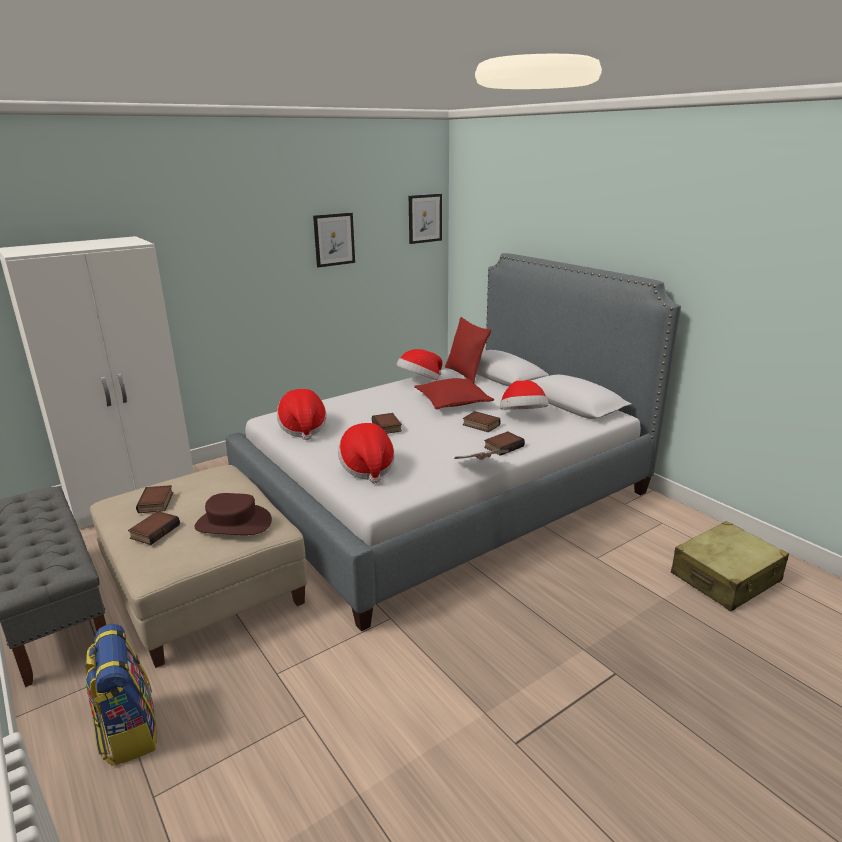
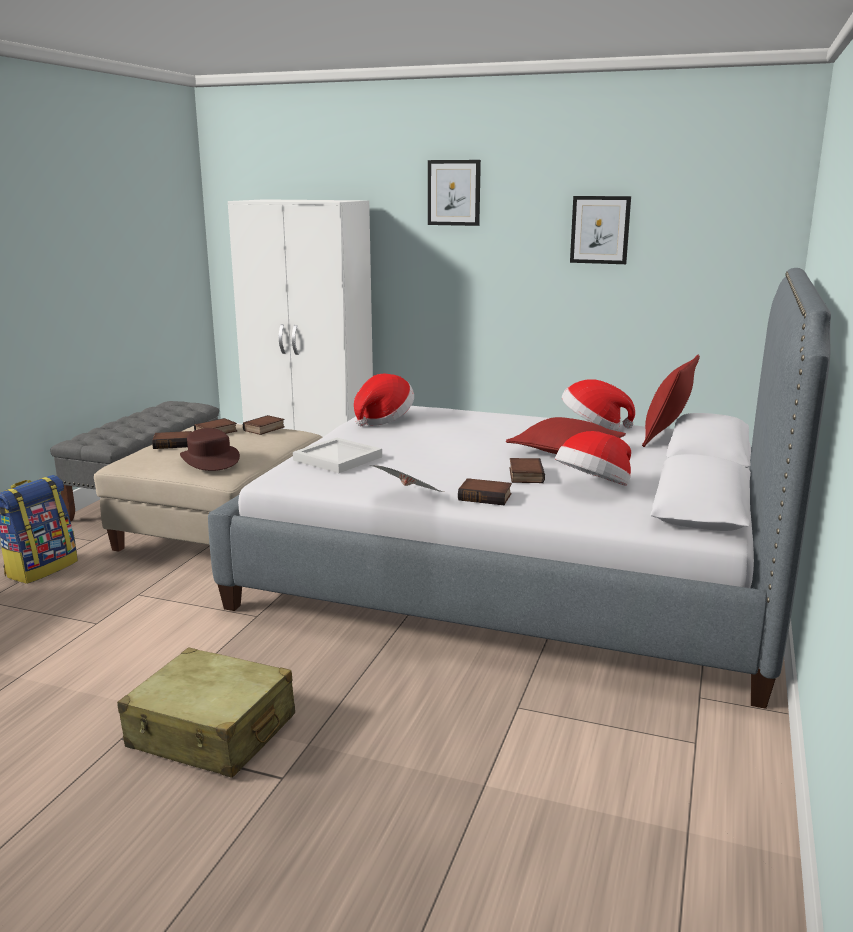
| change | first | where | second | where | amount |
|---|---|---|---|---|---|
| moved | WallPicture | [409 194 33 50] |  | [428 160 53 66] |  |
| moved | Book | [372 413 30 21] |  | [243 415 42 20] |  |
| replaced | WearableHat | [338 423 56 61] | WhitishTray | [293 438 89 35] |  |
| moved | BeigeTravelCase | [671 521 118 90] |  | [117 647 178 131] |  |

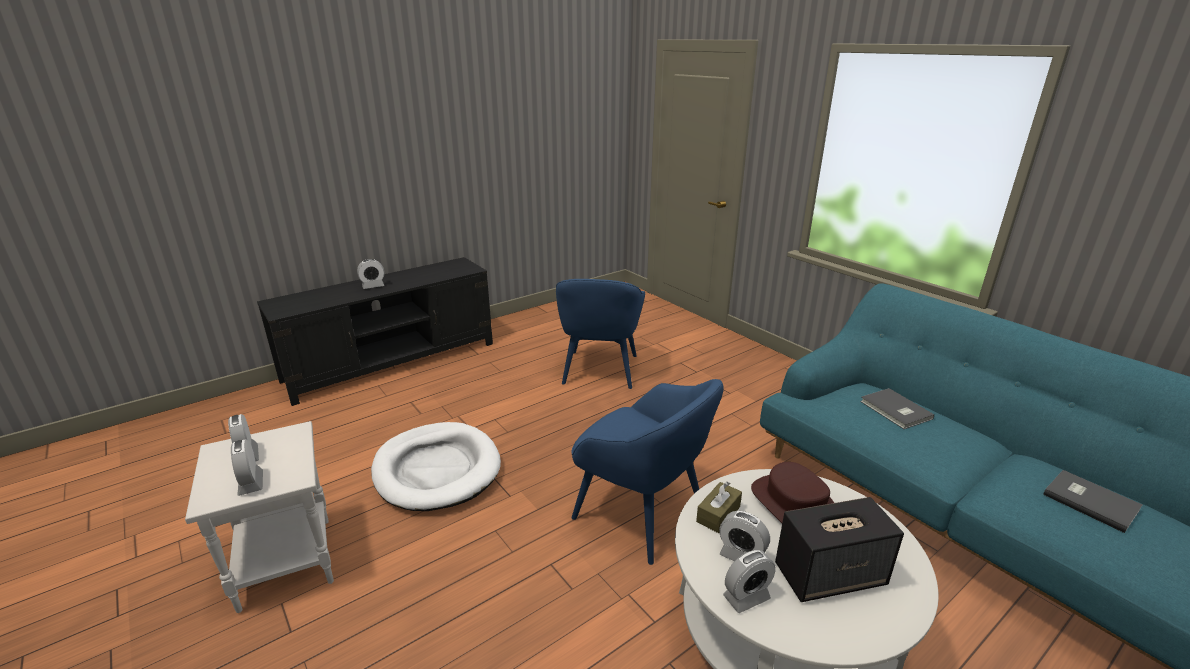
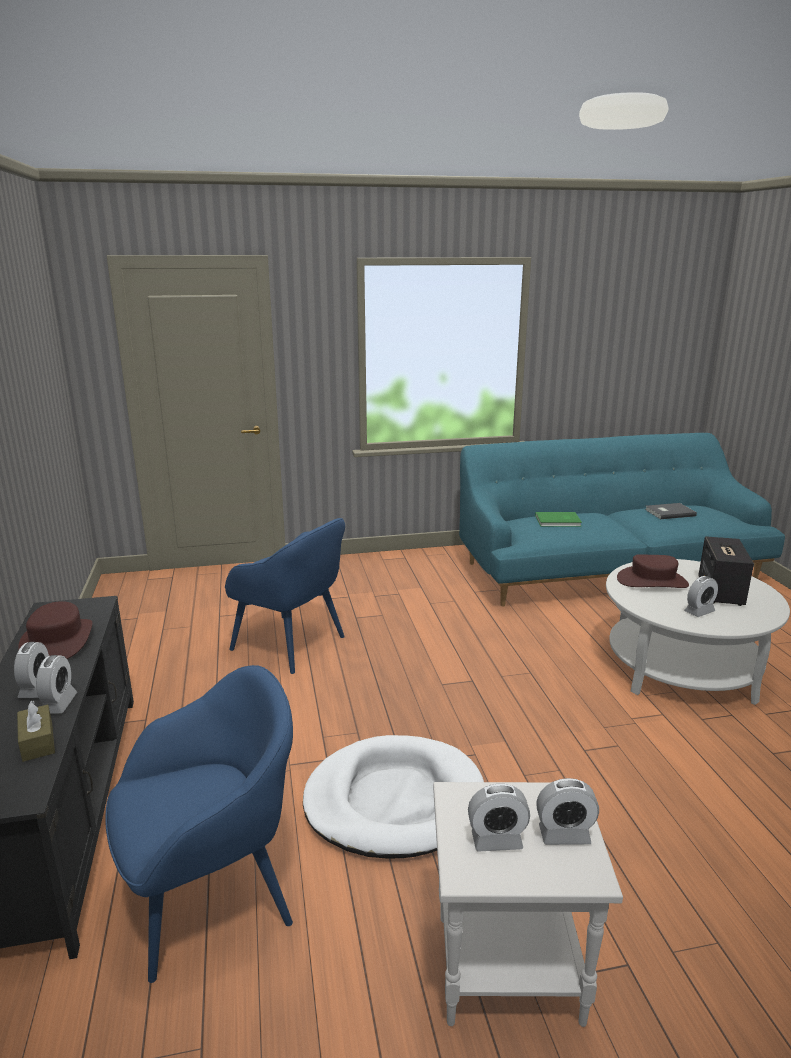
| change | first | where | second | where | amount |
|---|---|---|---|---|---|
| moved | BlueArmchair | [571 379 153 186] |  | [105 665 188 318] |  |
| recoloured | GreyBook | [860 388 74 41] | GreenishBook | [535 512 47 15] |  |
| moved | BrownishBoxOfTissues | [696 482 46 51] |  | [17 701 38 61] |  |
| moved | BedsideClock | [723 550 52 63] |  | [36 655 41 58] |  |
| added |  |  | BrownishWearableHat | [18 601 74 58] |  |

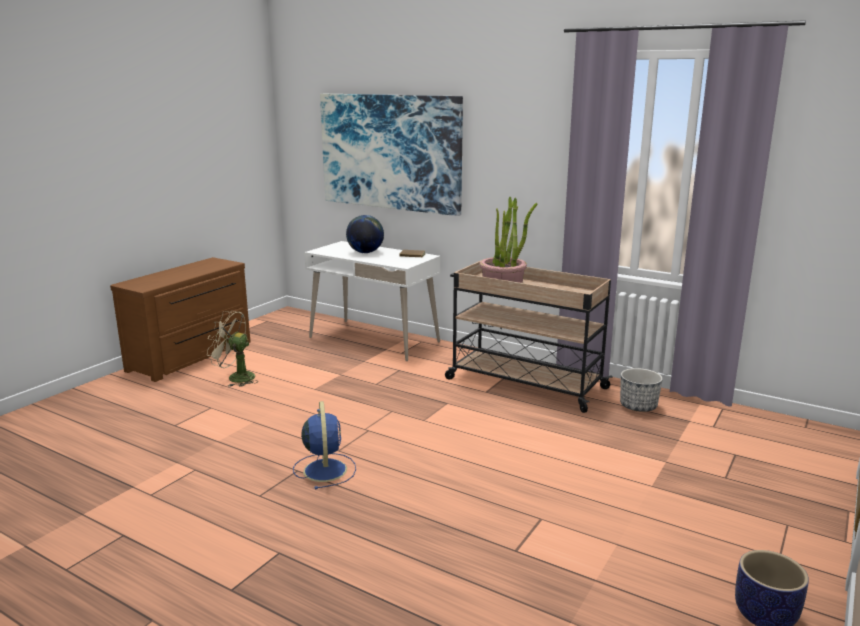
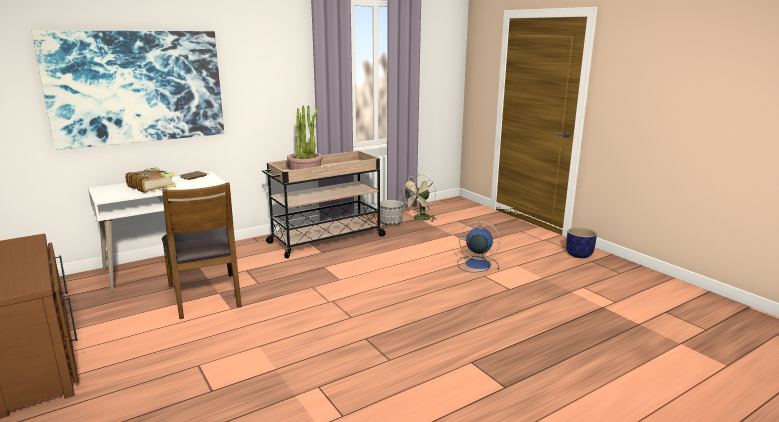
| change | first | where | second | where | amount |
|---|---|---|---|---|---|
| replaced | DeskGlobe | [346 215 38 38] | Book | [125 167 51 26] |  |
| moved | BeigeFan | [207 311 51 76] |  | [401 174 35 48] |  |
| moved | BlueFan | [293 401 63 88] |  | [457 221 43 52] |  |
| added |  |  | BrownishUprightChair | [161 182 81 137] |  |

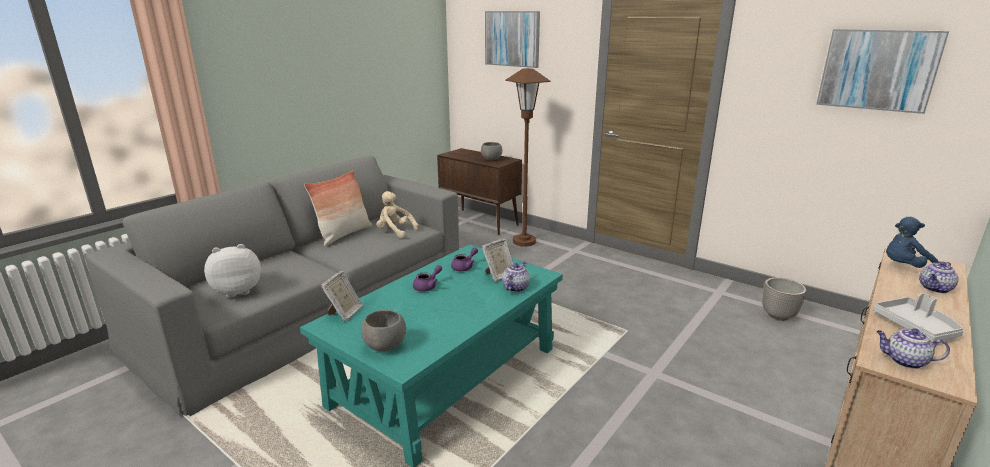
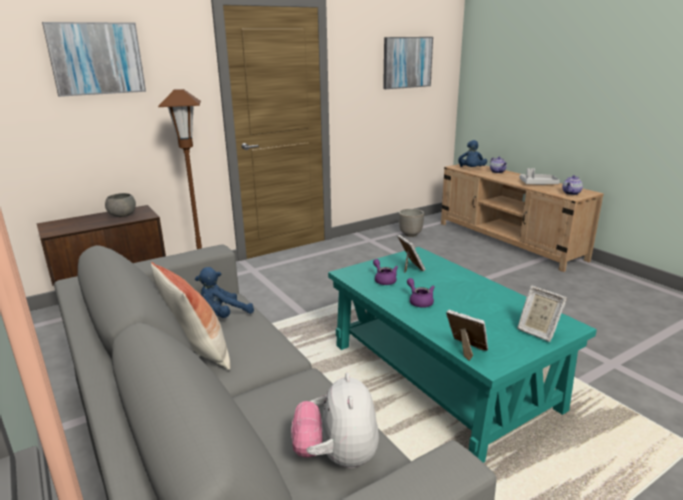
| change | first | where | second | where | amount |
|---|---|---|---|---|---|
| recoloured | BeigePlushToy | [377 191 42 47] | BluePlushToy | [195 267 59 51] |  |
| removed | Teapot | [502 261 28 31] |  |  |  |
| replaced | GreyServingBowl | [361 310 45 41] | PictureFrame | [517 285 50 57] |  |

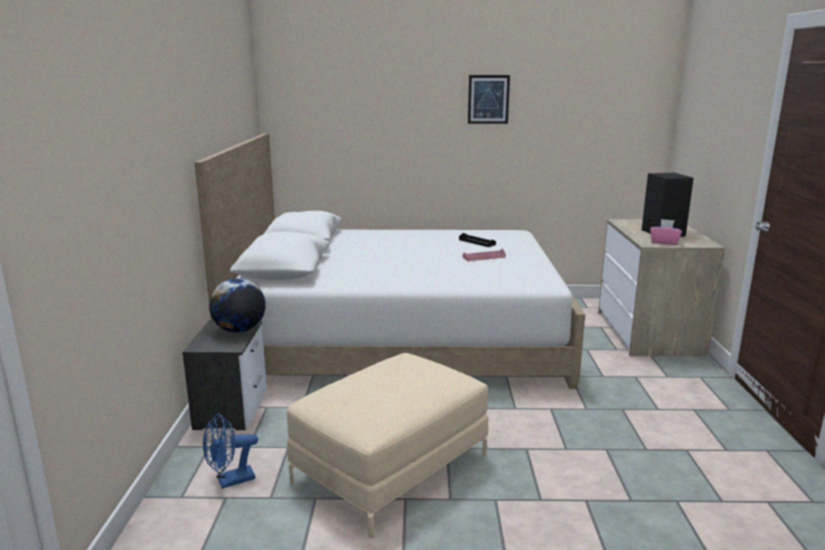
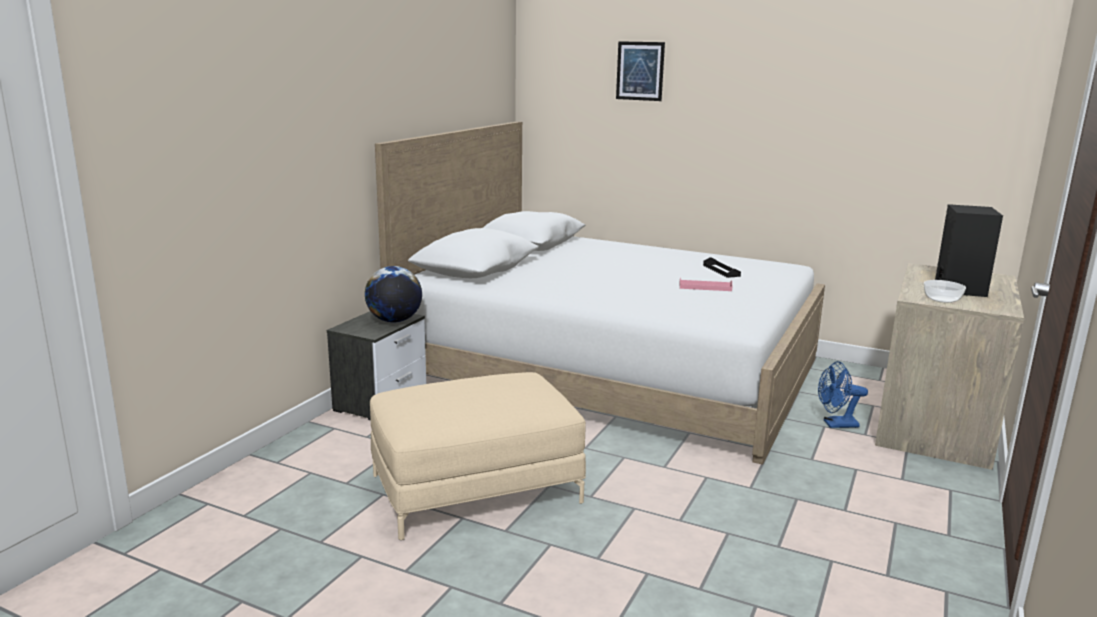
| change | first | where | second | where | amount |
|---|---|---|---|---|---|
| moved | WallPicture | [468 75 42 49] |  | [616 41 49 60] |  |
| replaced | PinkColouredBoxOfTissues | [650 219 32 26] | ServingBowl | [924 280 42 23] |  |
| moved | BlueFan | [203 413 55 76] |  | [818 361 50 67] |  |

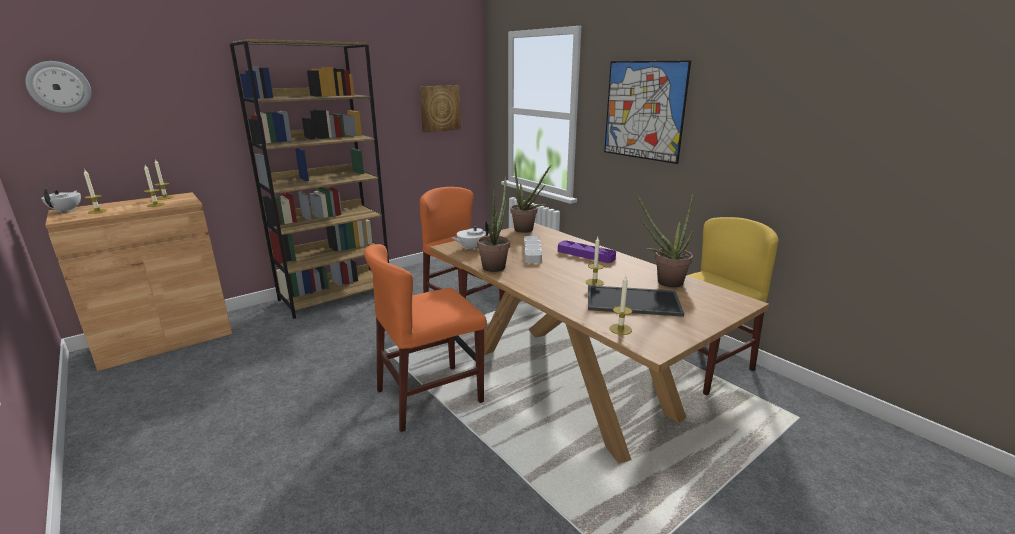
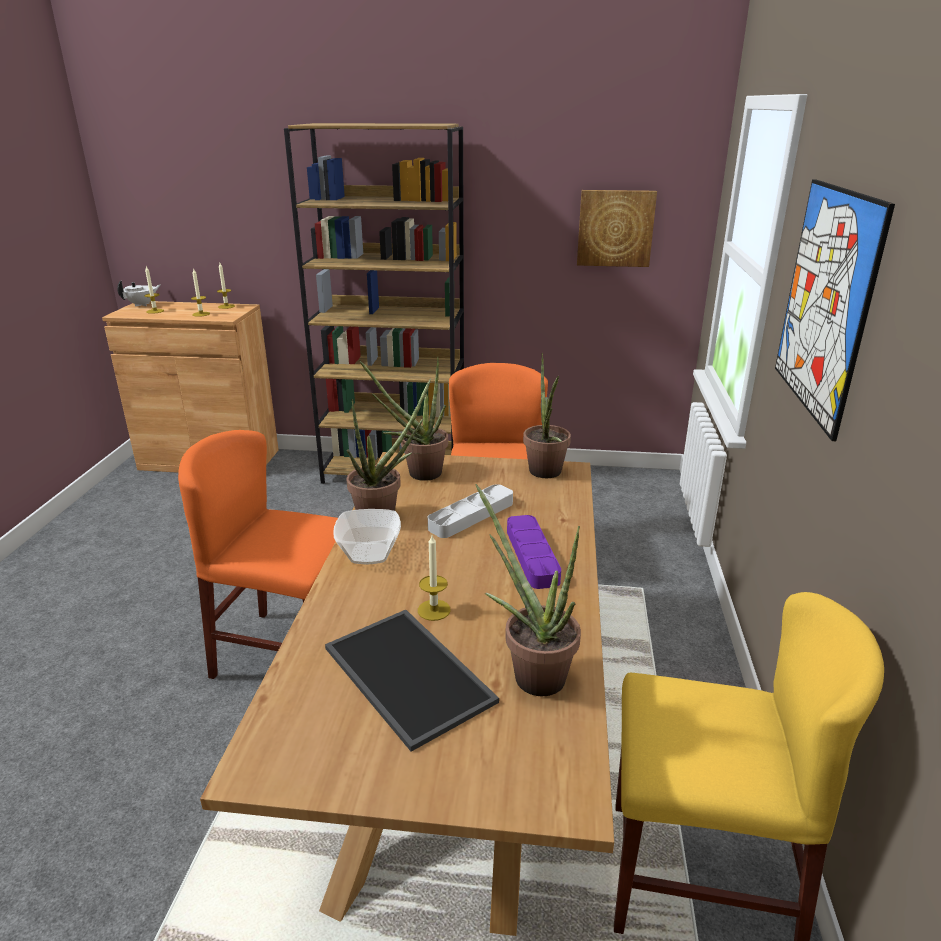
| change | first | where | second | where | amount |
|---|---|---|---|---|---|
| removed | ClockOnTheWall | [25 61 66 52] |  |  |  |
| replaced | WhitishTeapot | [451 221 38 29] | PottedPlant | [360 357 88 124] |  |
| removed | WaxCandle | [610 275 22 60] |  |  |  |
| added |  |  | ServingBowl | [333 509 68 55] |  |

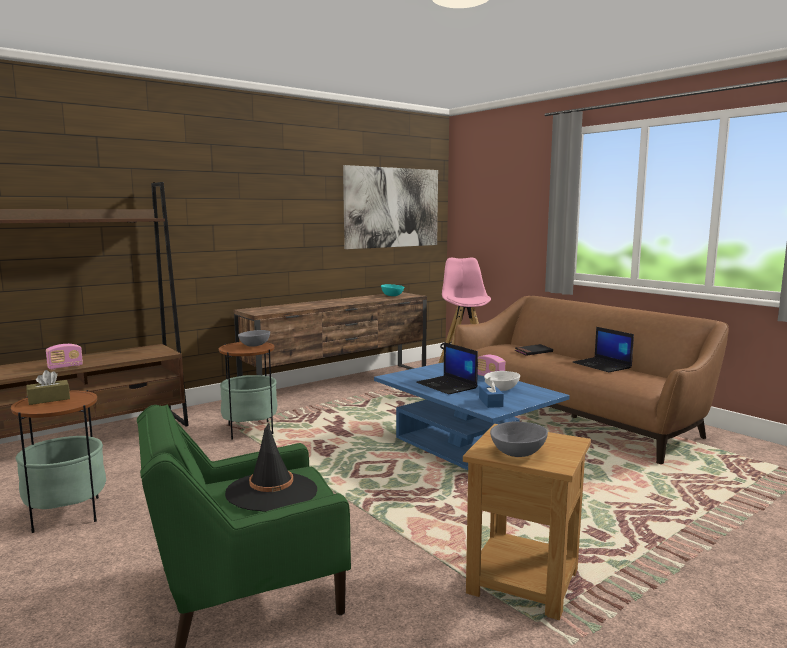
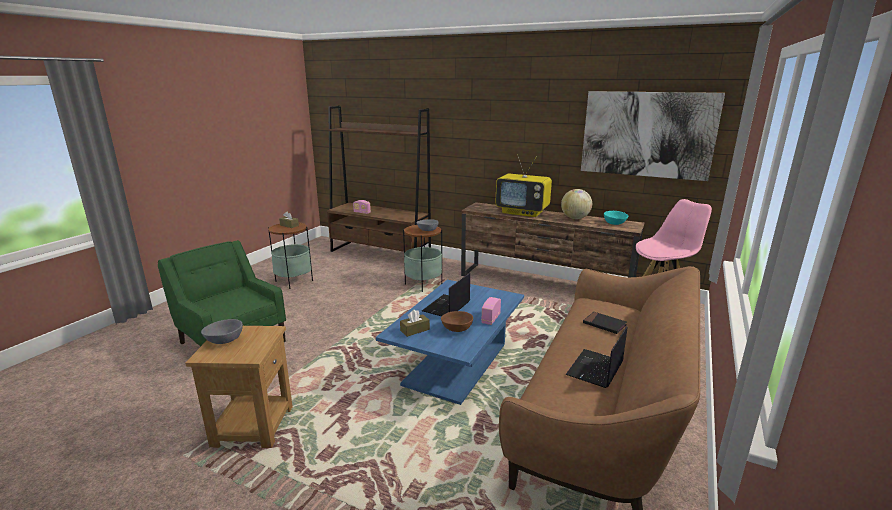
| change | first | where | second | where | amount |
|---|---|---|---|---|---|
| recoloured | WhitishServingBowl | [484 371 36 20] | BrownishServingBowl | [441 311 32 21] |  |
| recoloured | BlueBoxOfTissues | [479 377 25 31] | BrownishBoxOfTissues | [400 310 30 27] |  |
| removed | BlackColouredWearableHat | [225 423 92 89] |  |  |  |
| added |  |  | TvSet | [495 154 57 63] |  |
| added |  |  | DeskGlobe | [561 189 31 30] |  |

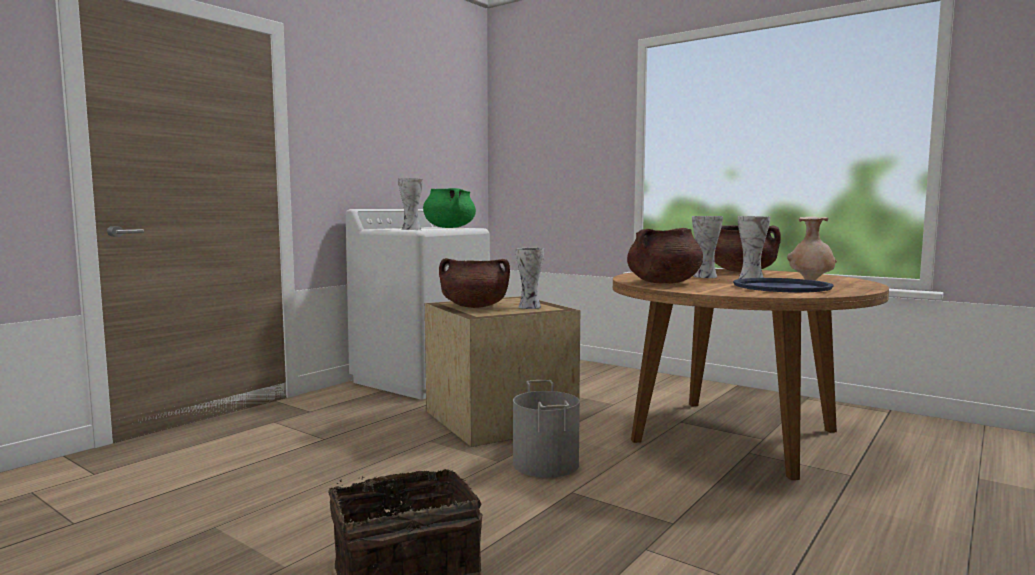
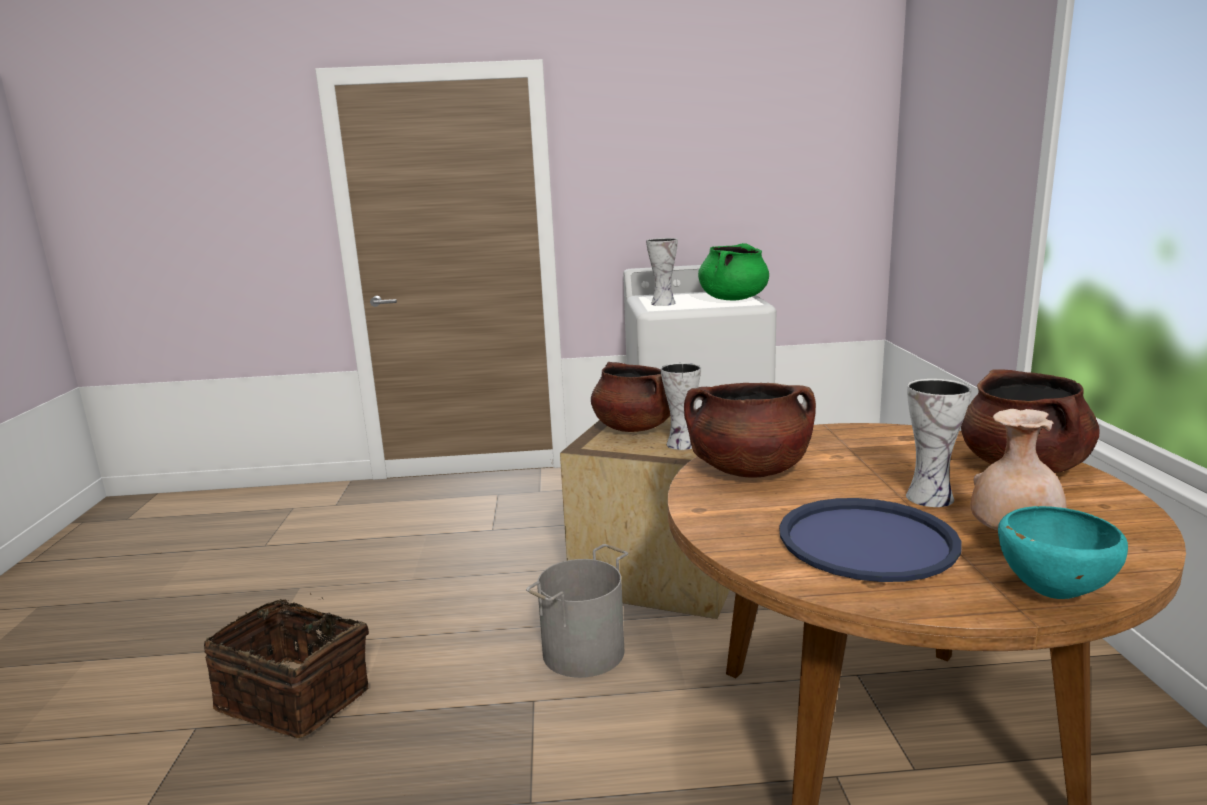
| change | first | where | second | where | amount |
|---|---|---|---|---|---|
| removed | DecorativeVase | [692 216 31 62] |  |  |  |
| added |  |  | BlueGreenServingBowl | [998 506 130 93] |  |

